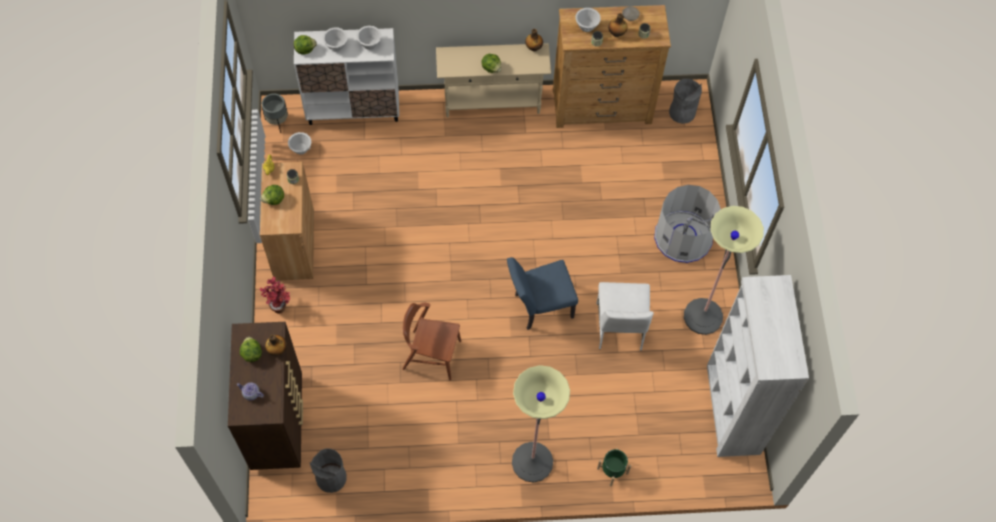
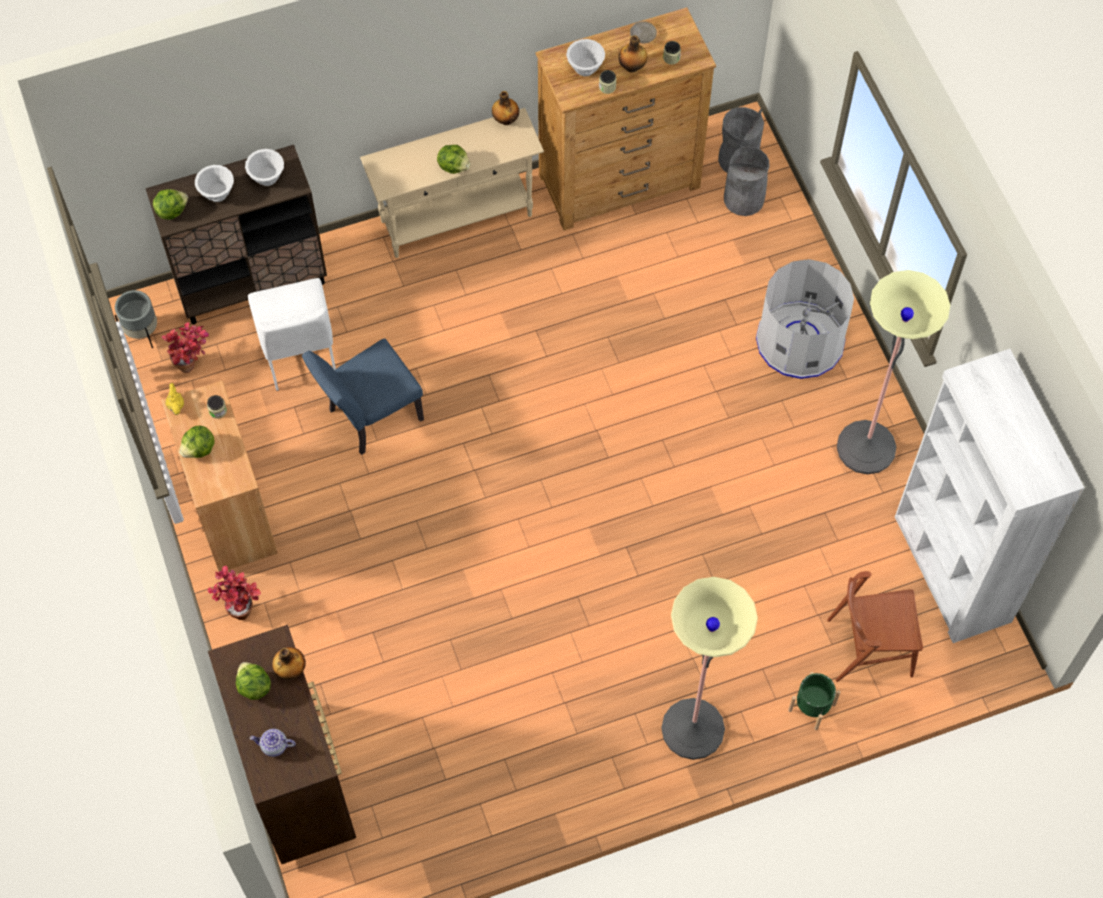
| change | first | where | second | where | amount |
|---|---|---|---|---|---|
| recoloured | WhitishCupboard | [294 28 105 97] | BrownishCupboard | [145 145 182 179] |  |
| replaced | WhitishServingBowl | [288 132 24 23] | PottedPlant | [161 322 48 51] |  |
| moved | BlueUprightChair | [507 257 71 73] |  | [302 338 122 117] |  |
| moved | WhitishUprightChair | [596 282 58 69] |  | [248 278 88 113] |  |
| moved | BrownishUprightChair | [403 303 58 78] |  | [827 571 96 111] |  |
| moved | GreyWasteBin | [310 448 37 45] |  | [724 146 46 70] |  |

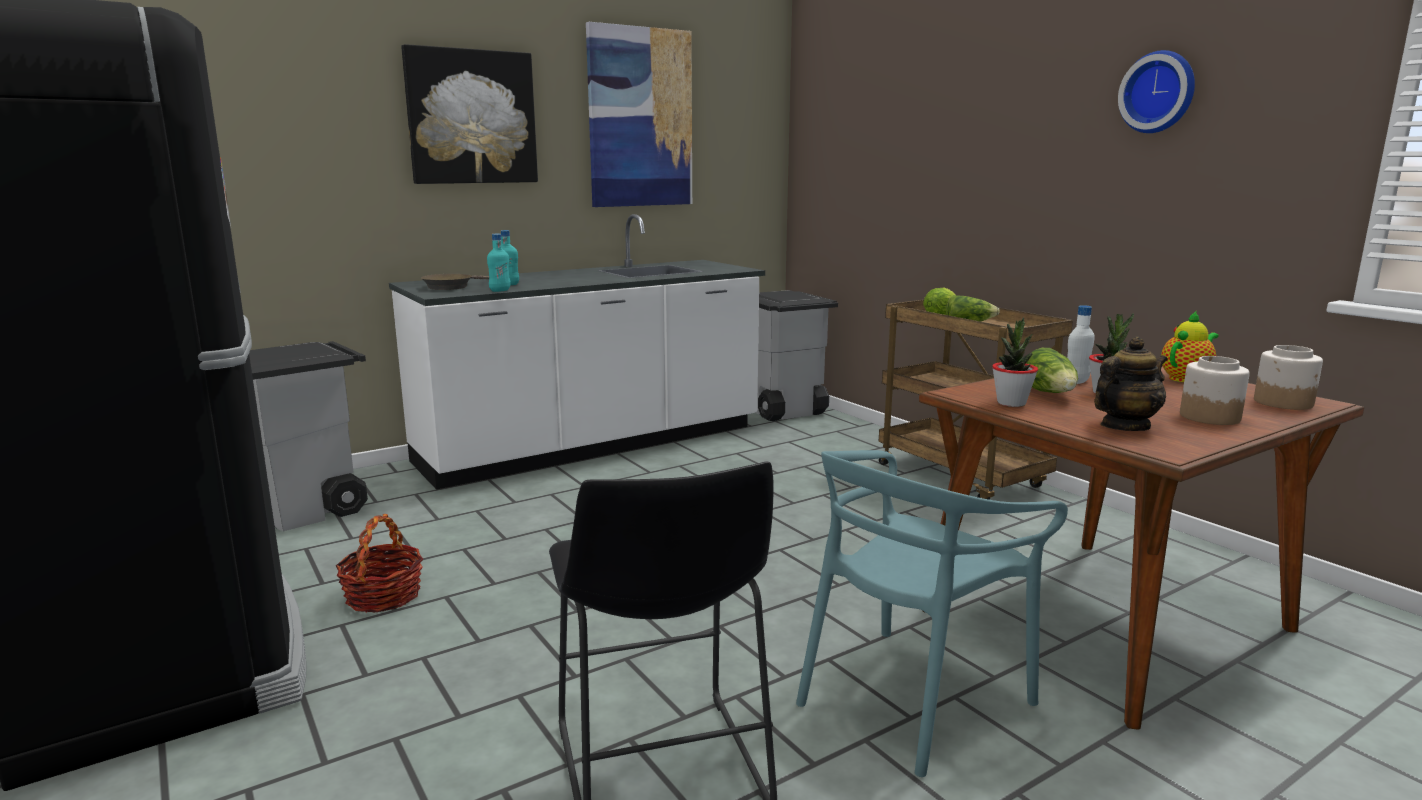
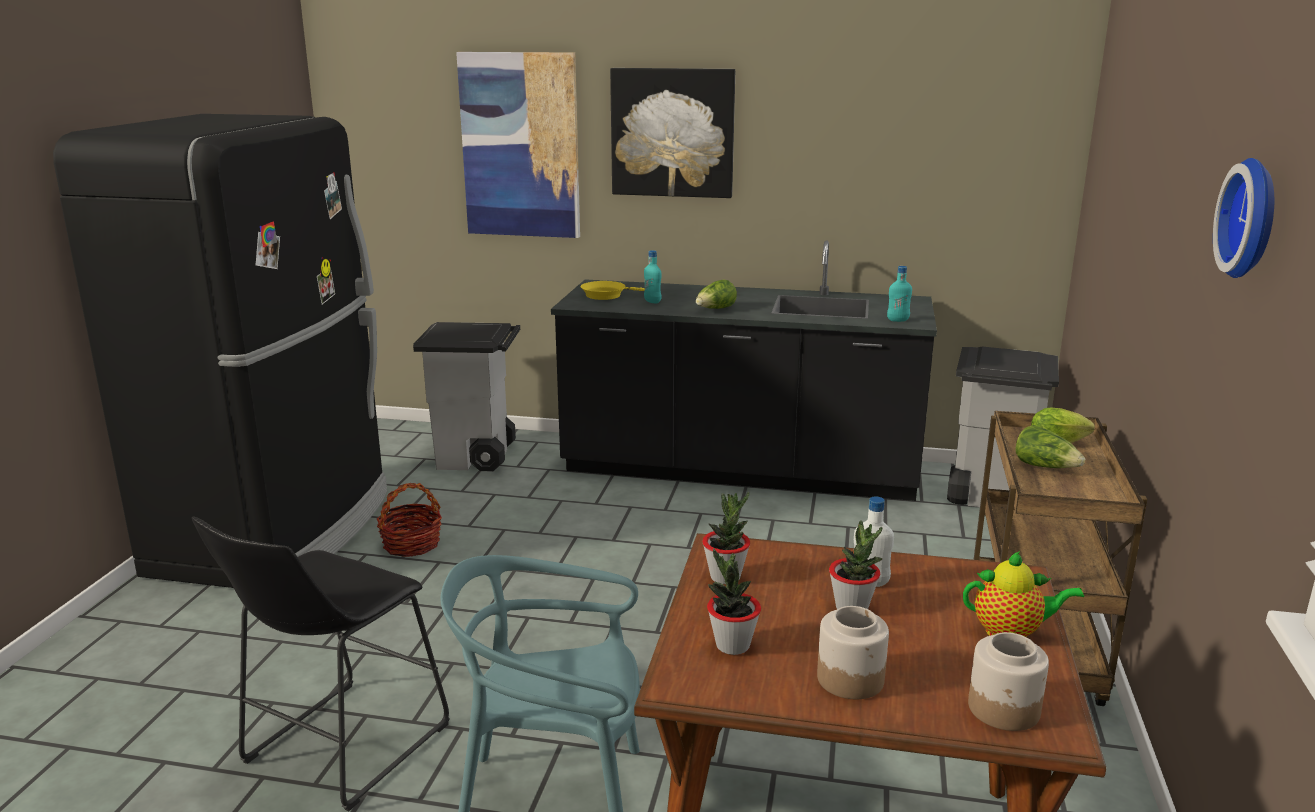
| change | first | where | second | where | amount |
|---|---|---|---|---|---|
| moved | WallPicture | [586 22 106 185] |  | [456 52 124 186] |  |
| recoloured | WhitishKitchenBaseUnit | [389 214 376 276] | BlackColouredKitchenBaseUnit | [551 240 386 261] |  |
| moved | BlueGreenDrinkBottle | [487 234 24 58] |  | [887 266 25 56] |  |
| recoloured | BrownishFryingPan | [421 274 68 16] | YellowColouredFryingPan | [580 281 65 19] |  |
| replaced | Teapot | [1094 336 74 95] | PottedPlant | [707 548 54 107] |  |
| moved | Lettuce | [1026 348 52 45] |  | [696 279 41 30] |  |

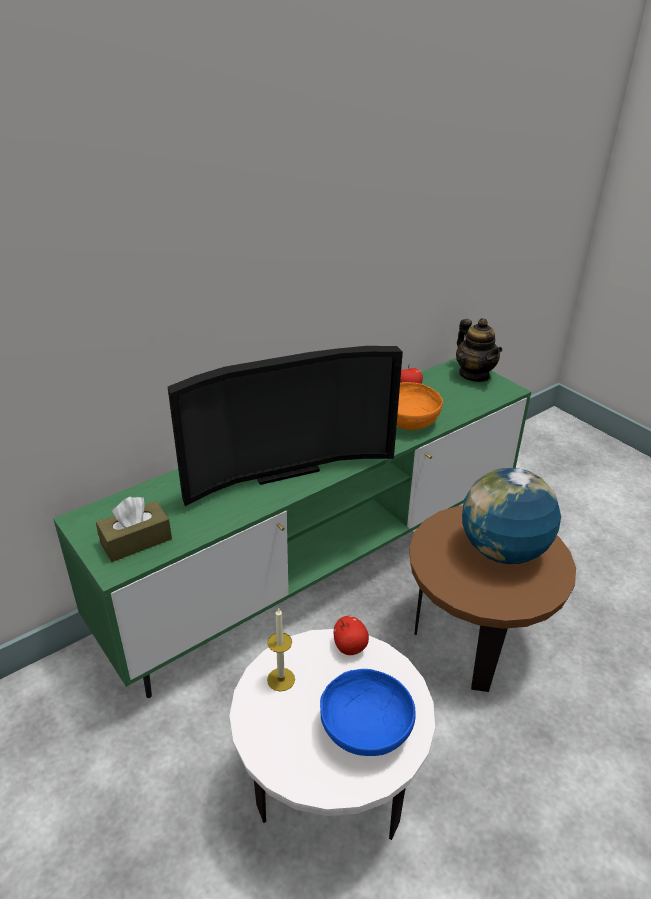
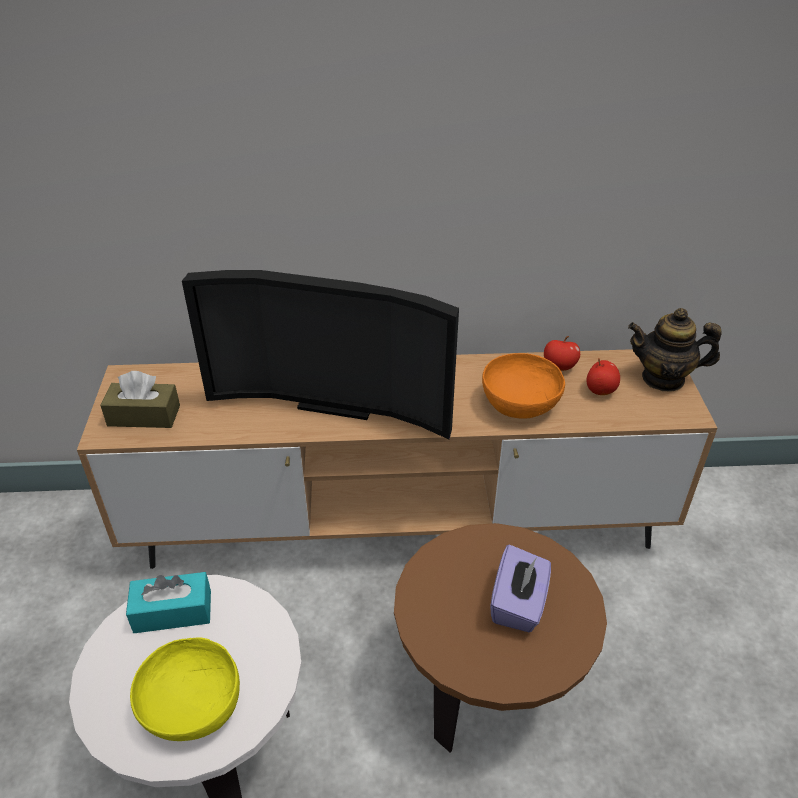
| change | first | where | second | where | amount |
|---|---|---|---|---|---|
| turned | Teapot | [456 318 46 64] |  | [628 308 94 84] | 90 degrees clockwise |
| recoloured | GreenishTvStand | [53 358 478 340] | BrownishTvStand | [77 349 640 220] |  |
| replaced | DeskGlobe | [462 468 99 96] | PurpleBoxOfTissues | [490 544 61 88] |  |
| replaced | WaxCandle | [267 607 28 85] | BlueGreenBoxOfTissues | [126 572 85 61] |  |
| moved | AppleFruit | [334 616 35 39] |  | [586 358 34 37] |  |
| recoloured | BlueServingBowl | [320 669 96 87] | YellowColouredServingBowl | [130 638 110 103] |  |

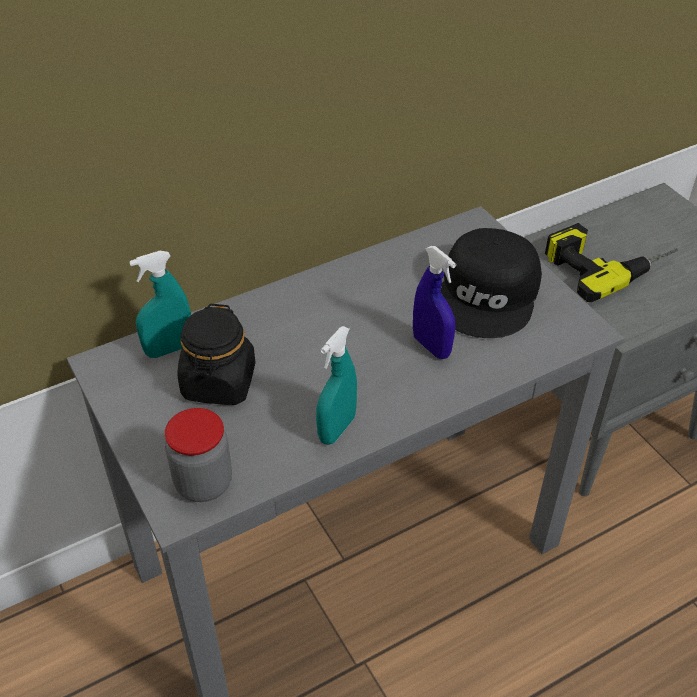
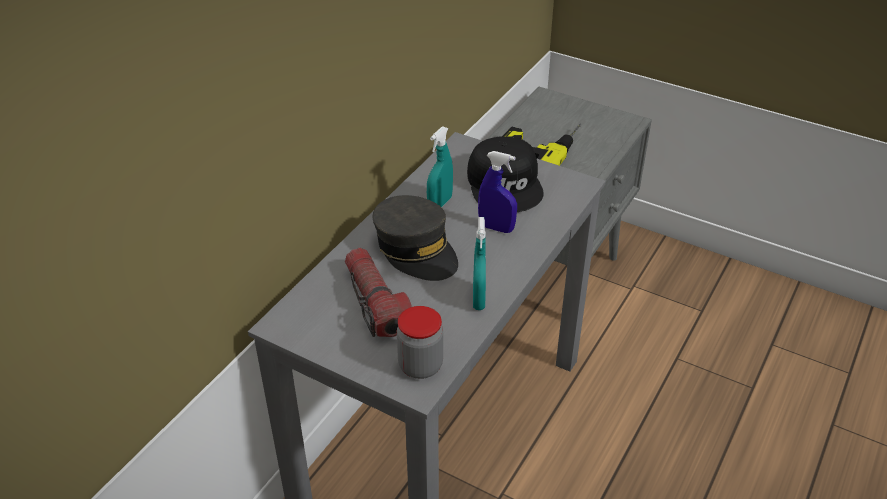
| change | first | where | second | where | amount |
|---|---|---|---|---|---|
| moved | BlueGreenSprayBottle | [129 251 62 107] |  | [427 126 26 81] |  |
| replaced | BlackColouredStorageJar | [177 304 79 101] | HandTorch | [345 248 67 89] |  |
| added |  |  | GreyCap | [373 195 85 86] |  |

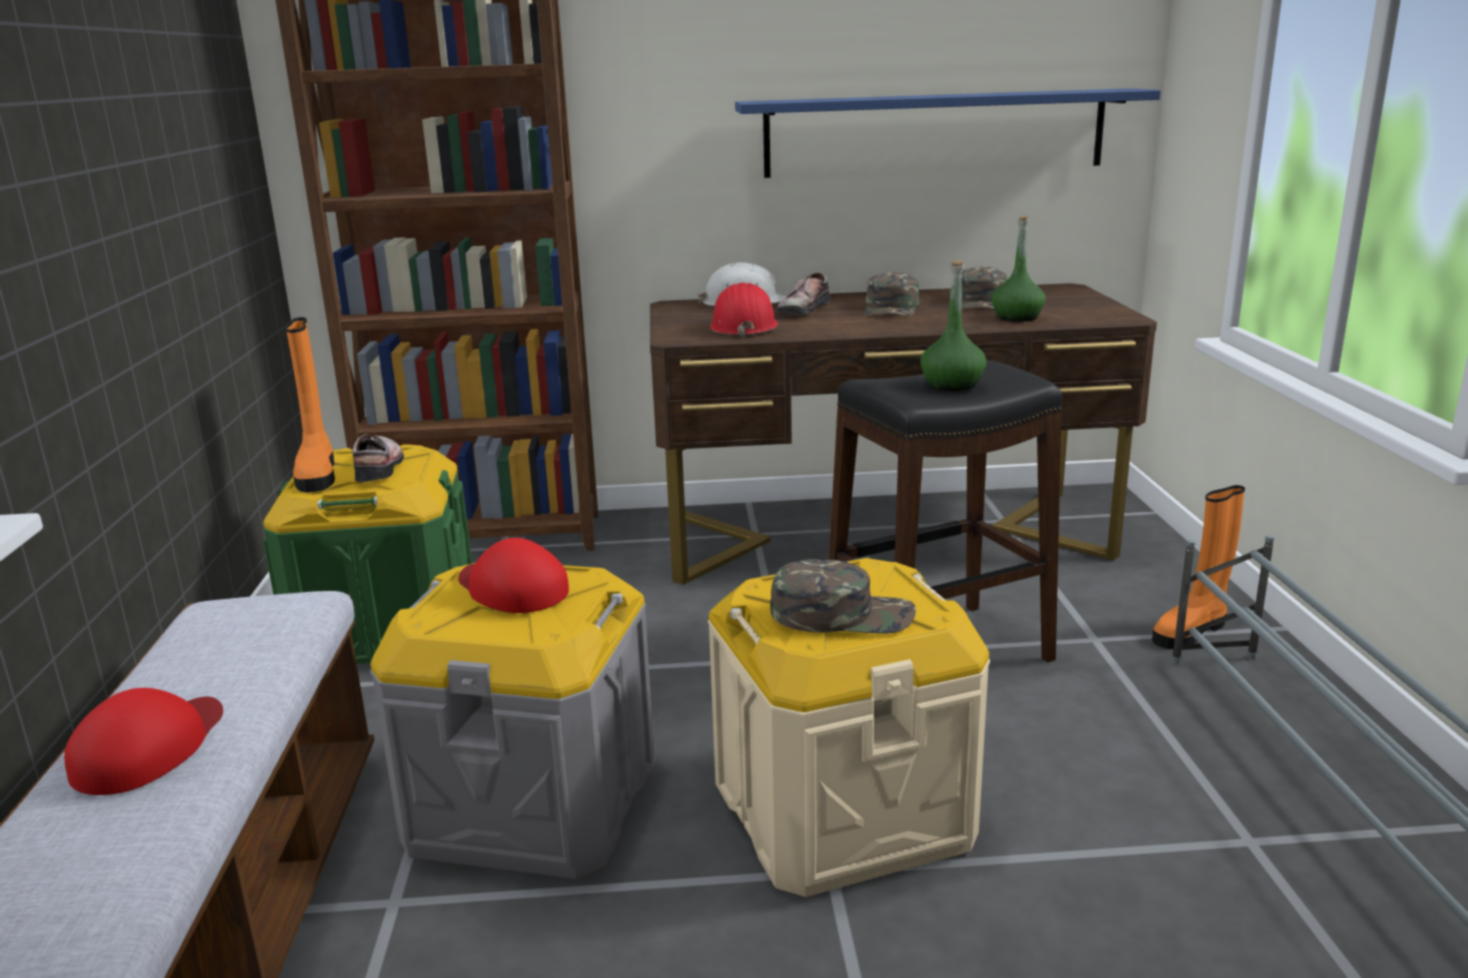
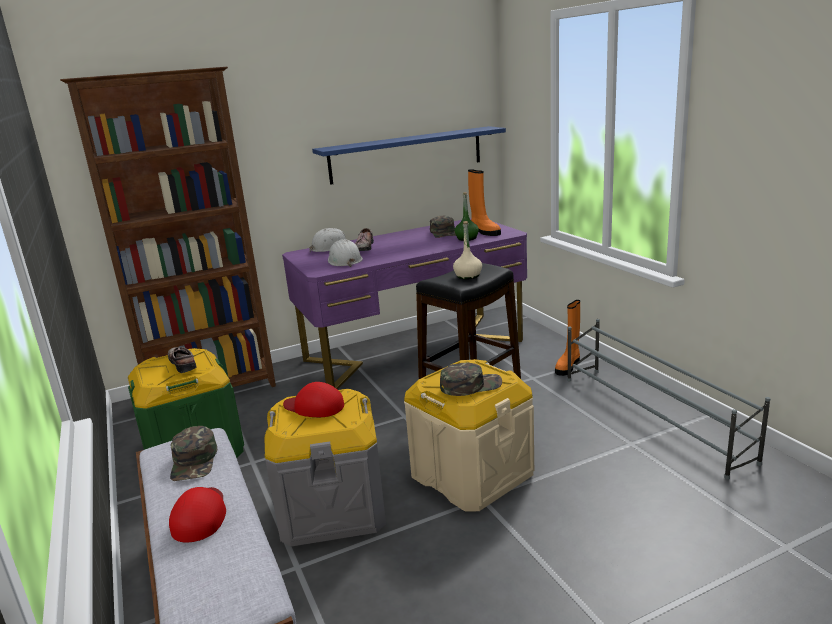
| change | first | where | second | where | amount |
|---|---|---|---|---|---|
| recoloured | GreenishDrinkBottle | [920 260 66 131] | BeigeDrinkBottle | [453 221 29 58] |  |
| moved | GreenishCap | [865 272 54 44] |  | [170 426 47 55] |  |
| recoloured | ReddishSafetyHelmet | [710 282 68 56] | WhitishSafetyHelmet | [328 239 35 28] |  |
| recoloured | BrownishDeskUnit | [650 283 507 302] | PurpleDeskUnit | [282 218 245 172] |  |
| moved | OrangeHighTopBoot | [285 317 50 176] |  | [468 169 33 67] |  |

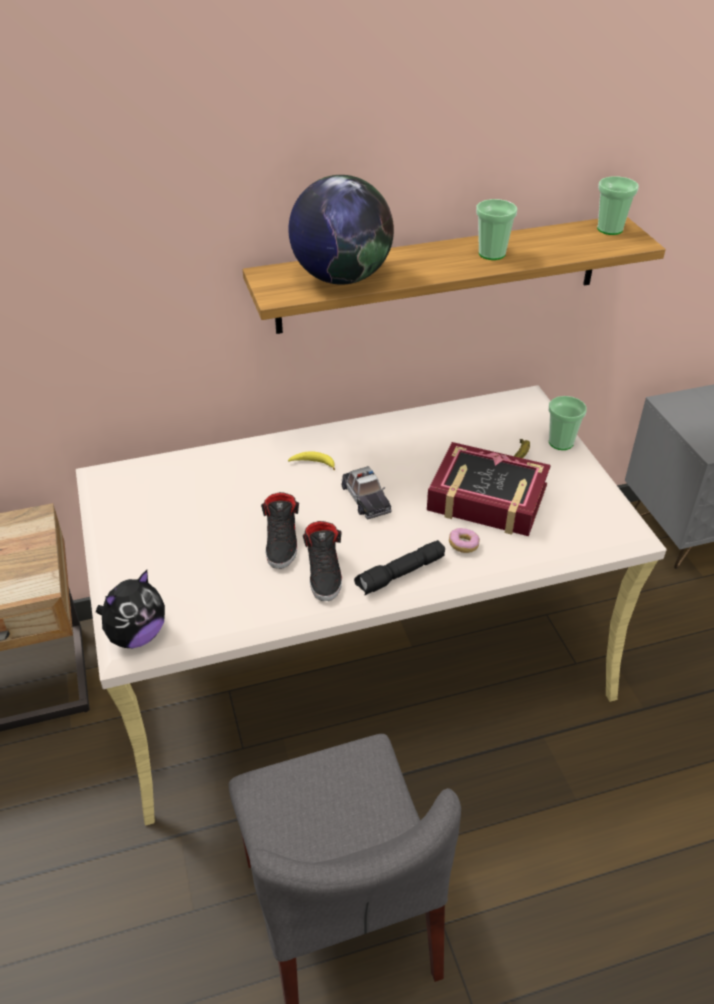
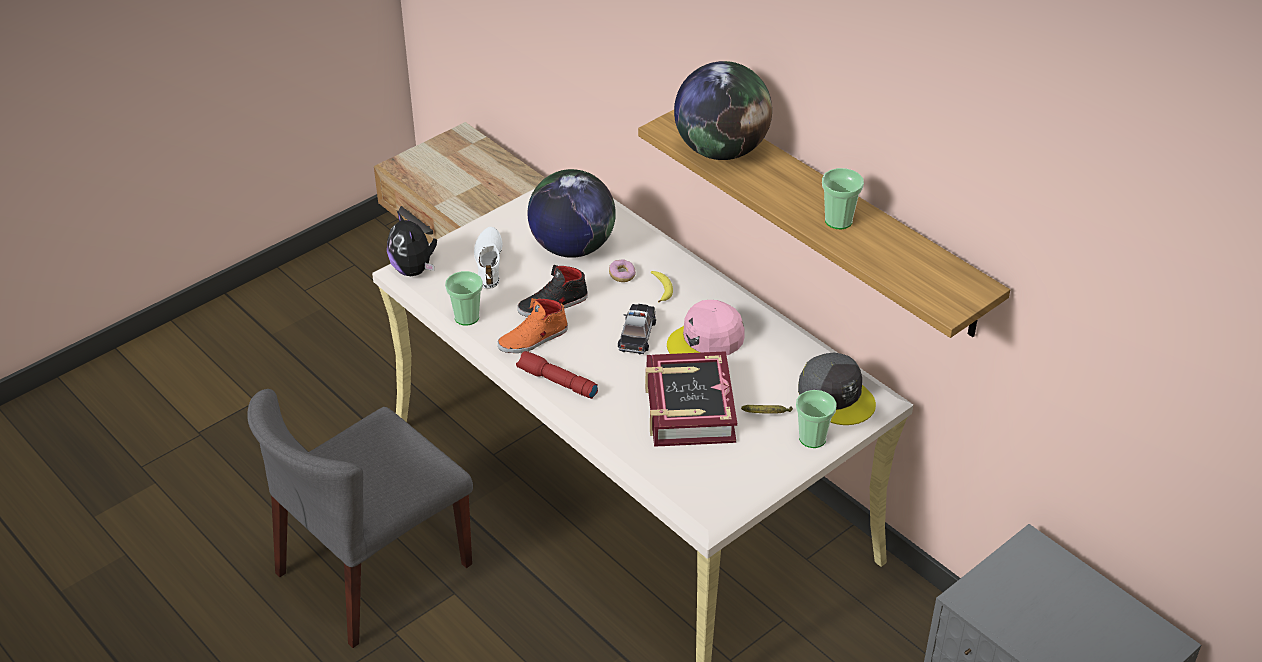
| change | first | where | second | where | amount |
|---|---|---|---|---|---|
| moved | Cup | [597 176 42 59] |  | [445 271 38 55] |  |
| turned | ToyCar | [341 466 51 54] |  | [618 304 38 51] | 150 degrees clockwise |
| recoloured | BlackColouredShoe | [303 521 39 80] | OrangeShoe | [498 298 70 55] |  |
| moved | Donut | [449 528 31 25] |  | [609 259 27 23] |  |
| recoloured | BlackColouredHandTorch | [354 540 91 55] | ReddishHandTorch | [516 351 82 48] |  |
| turned | PlushToy | [96 570 69 78] |  | [387 211 50 65] | 45 degrees clockwise |
| added |  |  | DeskGlobe | [527 169 89 89] |  |
| added |  |  | WhitishShoe | [474 227 28 62] |  |
| added |  |  | PinkColouredCap | [667 300 78 55] |  |
| added |  |  | GreyCap | [798 352 78 73] |  |

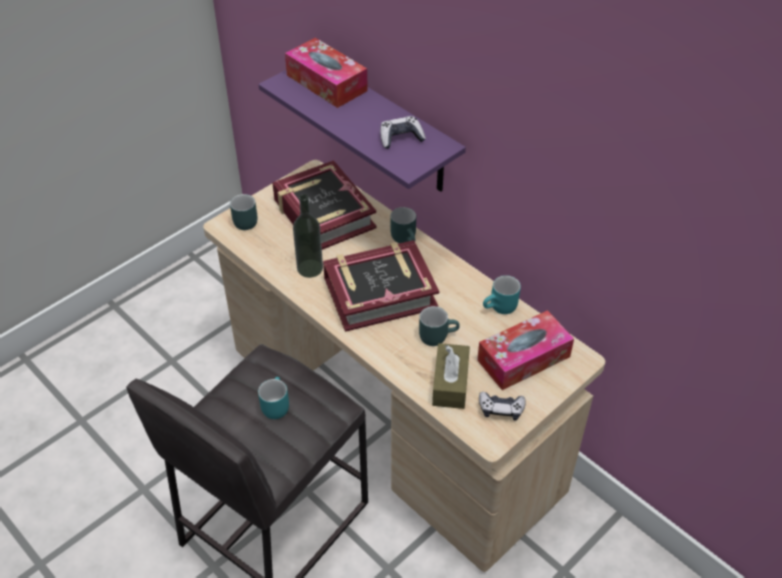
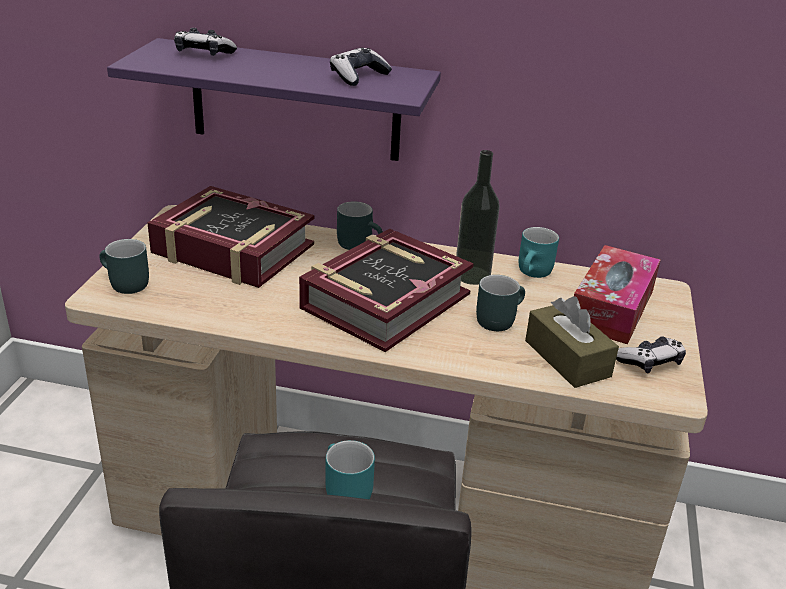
| change | first | where | second | where | amount |
|---|---|---|---|---|---|
| replaced | BoxOfTissues | [285 38 83 70] | GameController | [174 28 63 28] |  |
| moved | DrinkBottle | [293 194 30 84] |  | [456 150 44 135] |  |

